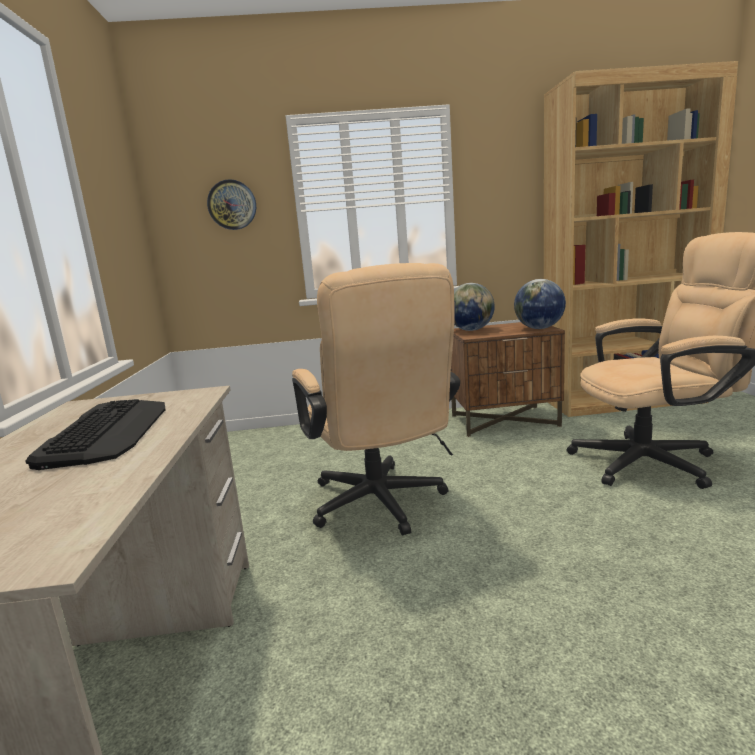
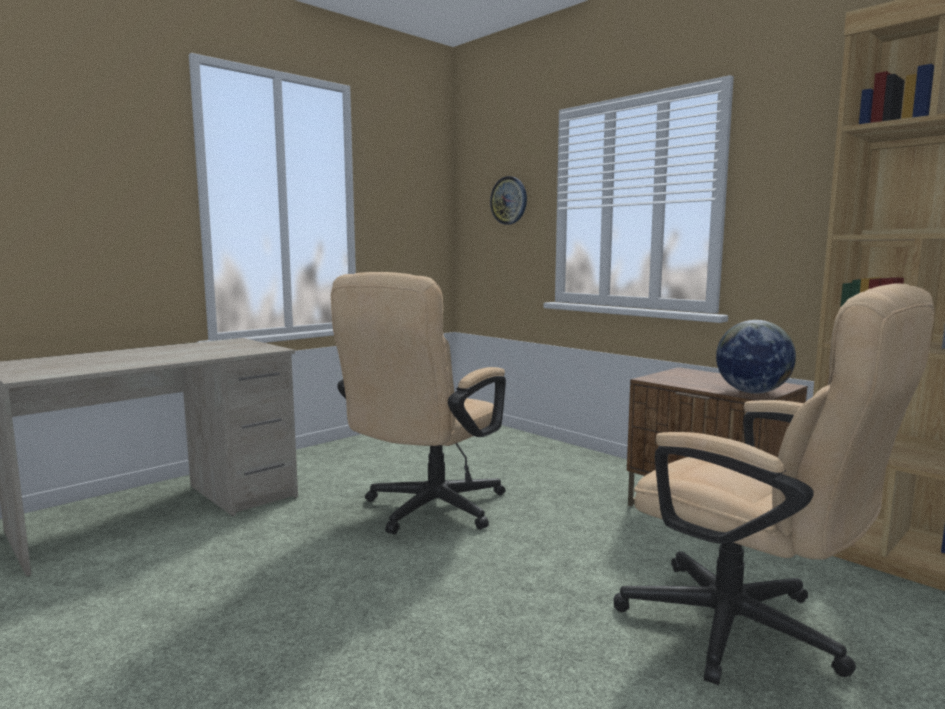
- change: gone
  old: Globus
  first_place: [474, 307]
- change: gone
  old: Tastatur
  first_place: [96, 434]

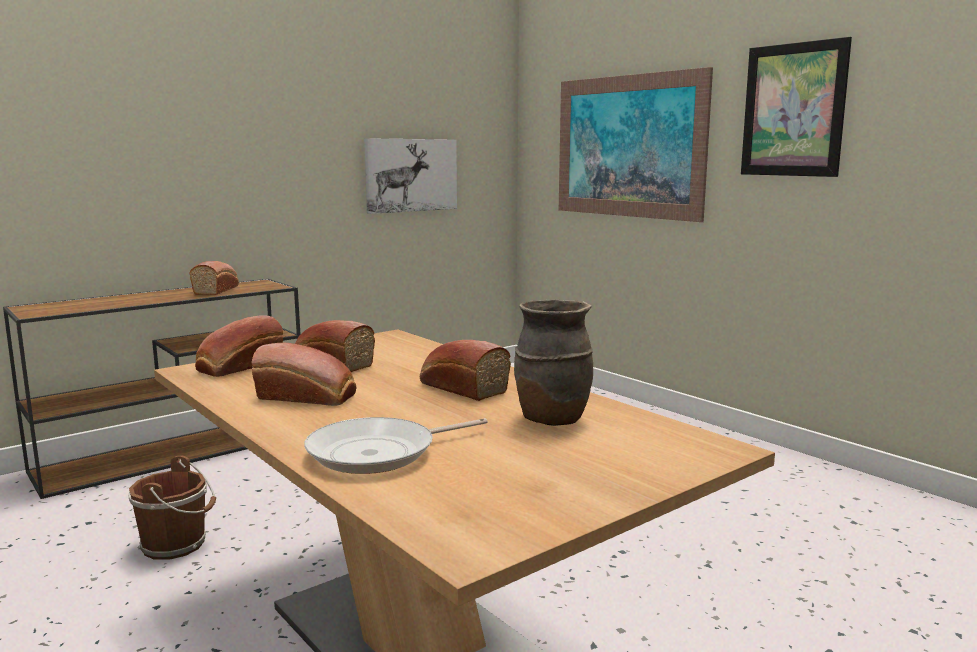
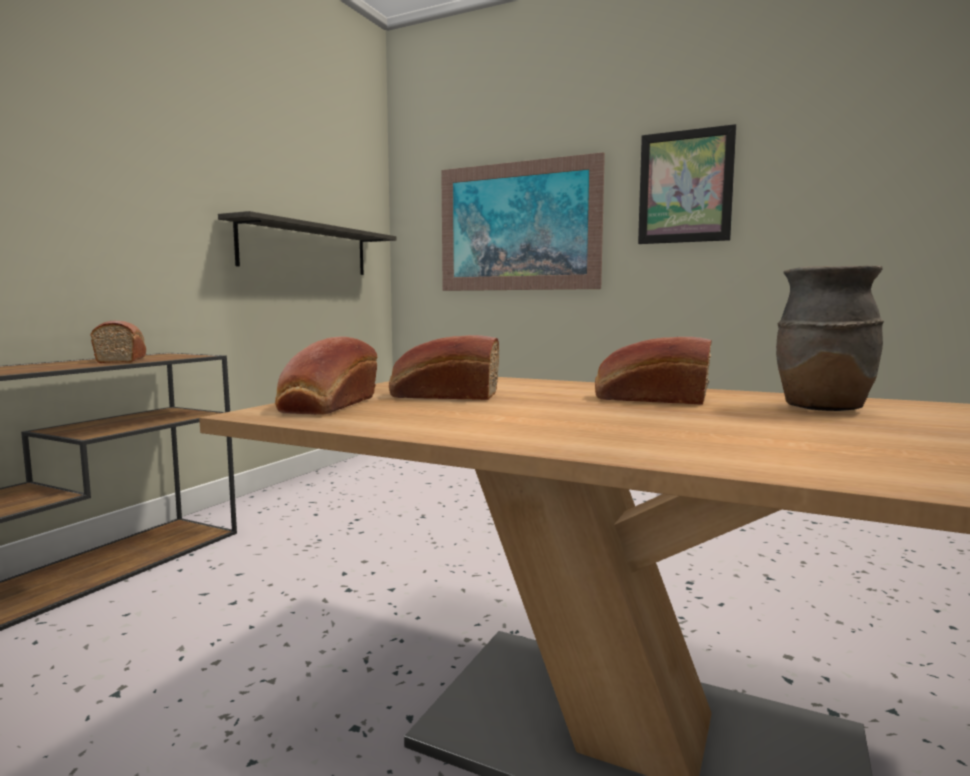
- change: swapped
  old: Bild
  new: Wandregal
  first_place: [410, 176]
  second_place: [307, 243]
- change: gone
  old: Brot
  first_place: [303, 374]
- change: gone
  old: Pfanne
  first_place: [396, 445]
- change: gone
  old: Eimer/braun
  first_place: [172, 507]

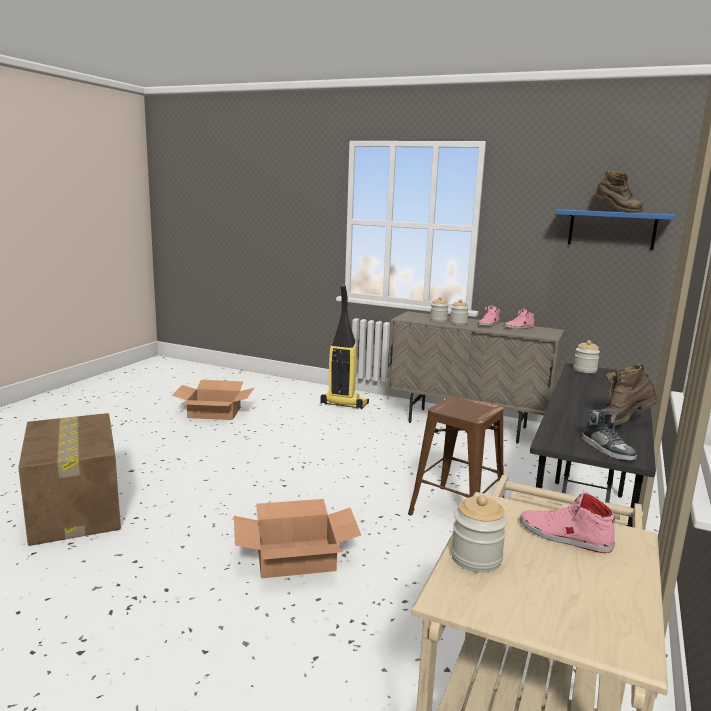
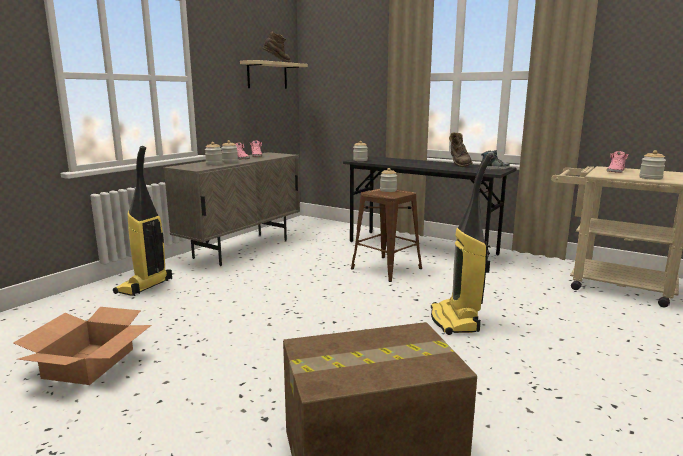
- change: repainted
  old: Wandregal/blau
  new: Wandregal/beige
  first_place: [615, 229]
  second_place: [274, 74]
- change: swapped
  old: Karton
  new: Staubsauger
  first_place: [297, 538]
  second_place: [461, 245]
- change: new
  new: Vorratsglas
  second_place: [388, 180]

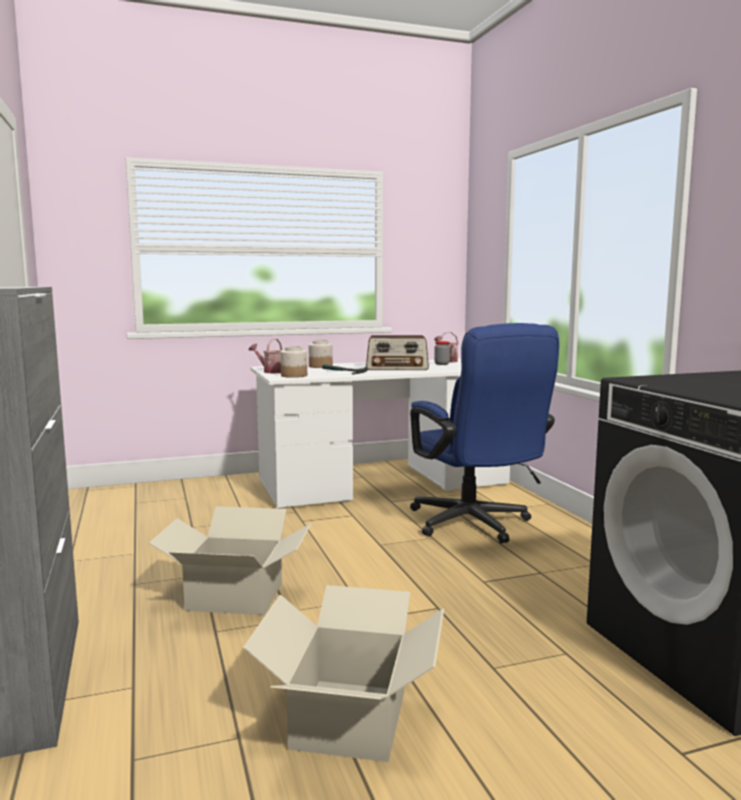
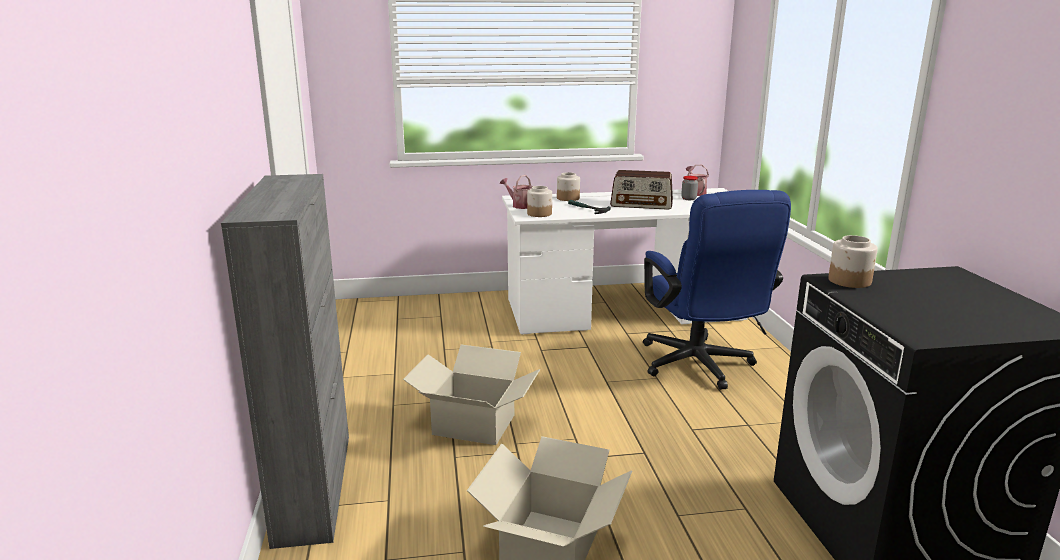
- change: new
  new: Vorratsglas
  second_place: [853, 261]

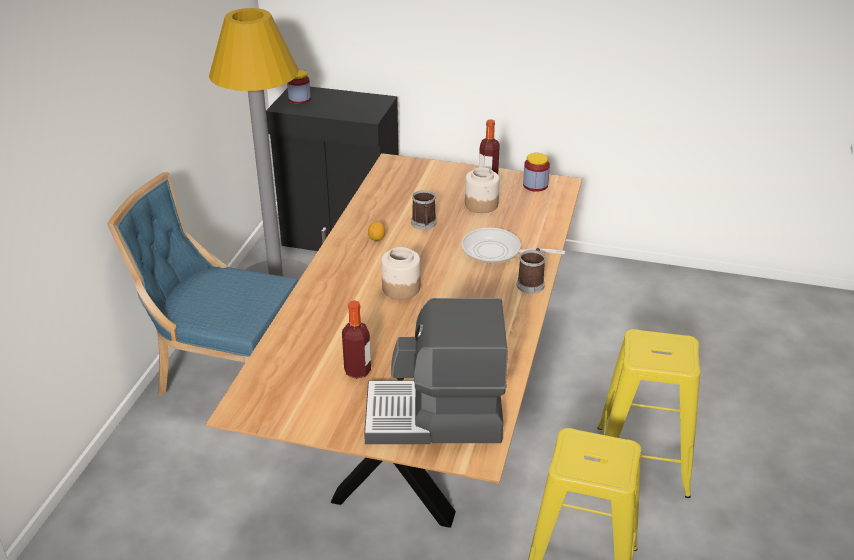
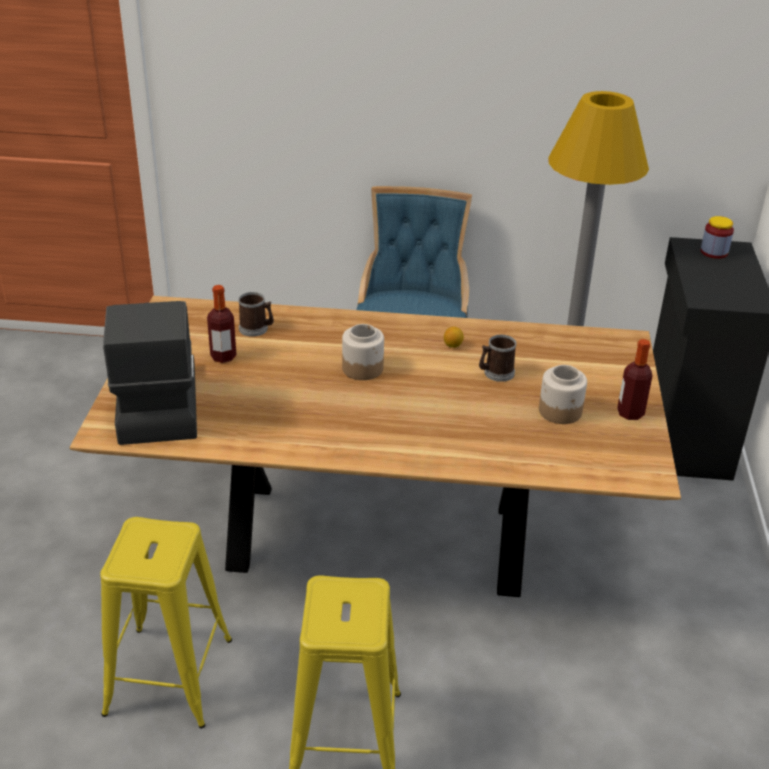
- change: gone
  old: Vorratsglas
  first_place: [536, 172]
- change: gone
  old: Pfanne
  first_place: [513, 246]
- change: shifted
  old: Henkelbecher
  first_place: [531, 271]
  second_place: [256, 314]

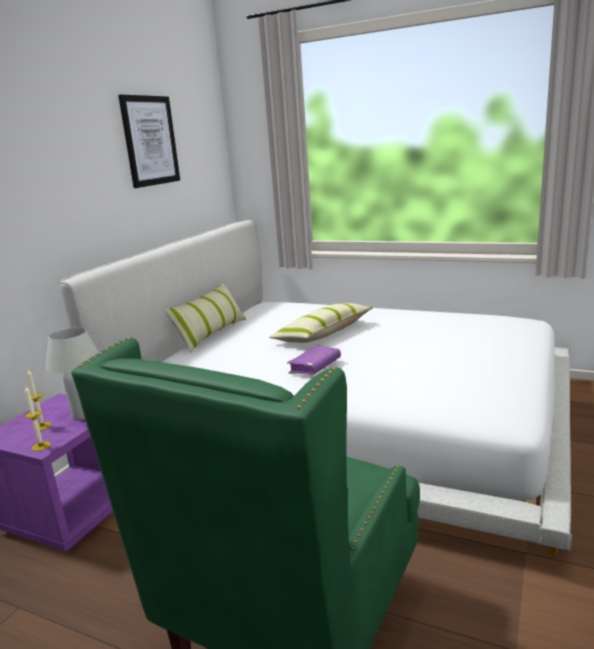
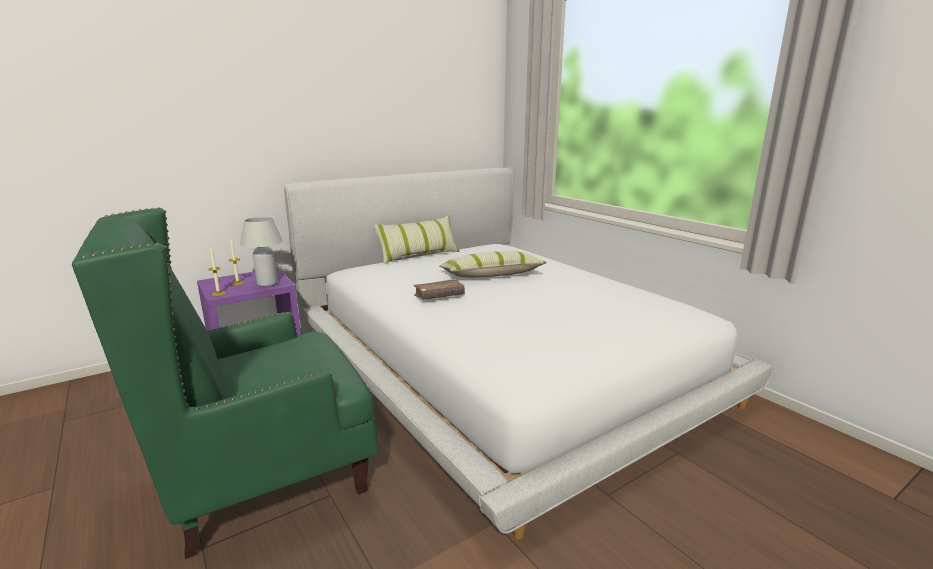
- change: gone
  old: Bild
  first_place: [149, 141]
- change: repainted
  old: Buch/lila
  new: Buch/braun
  first_place: [314, 360]
  second_place: [439, 289]

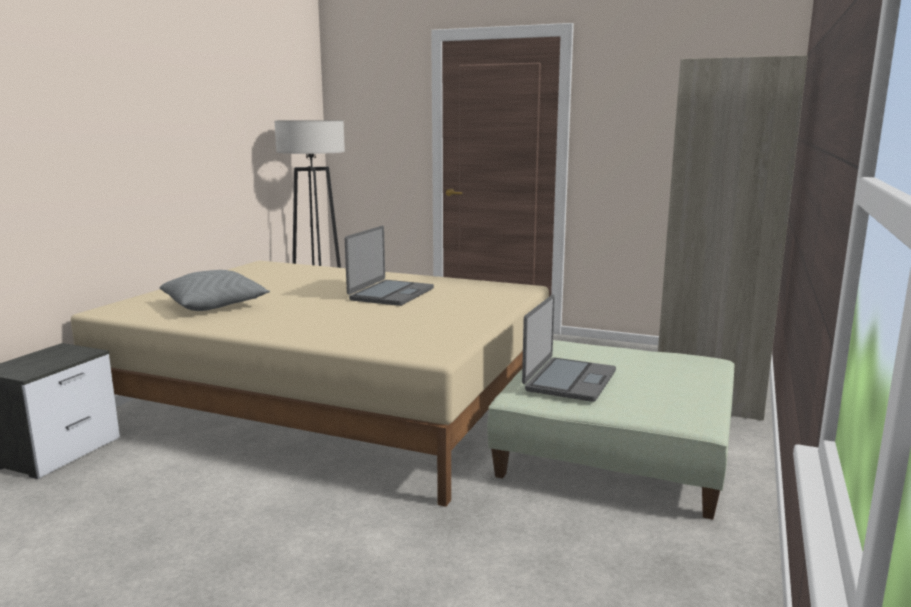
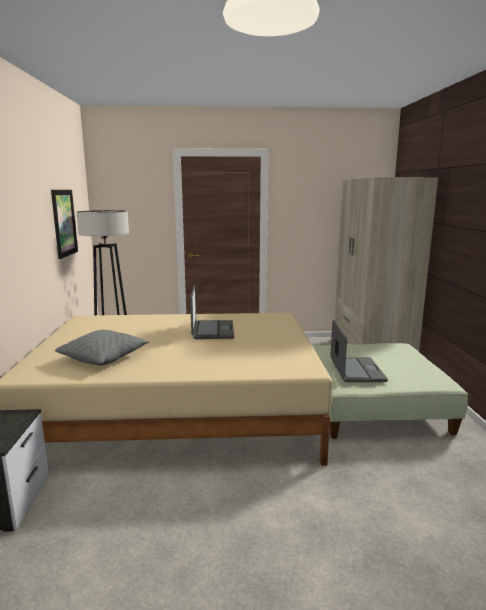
- change: new
  new: Bild
  second_place: [64, 224]

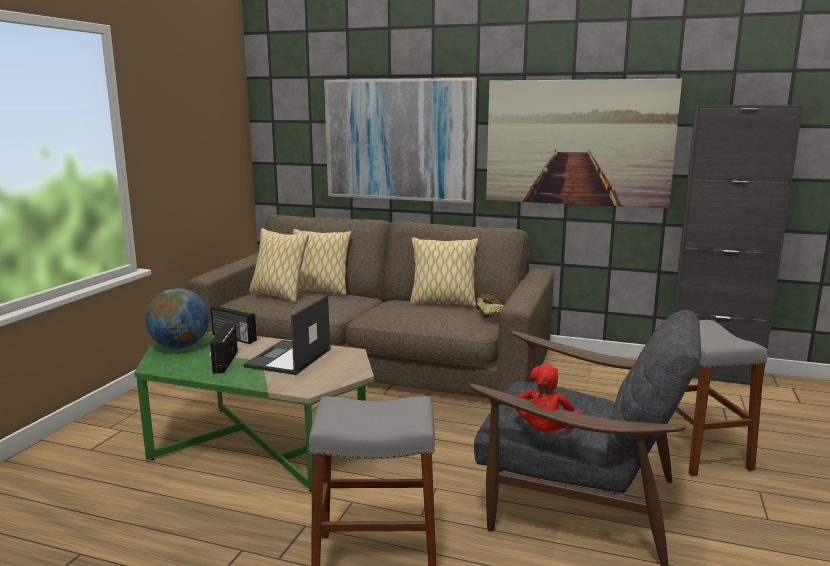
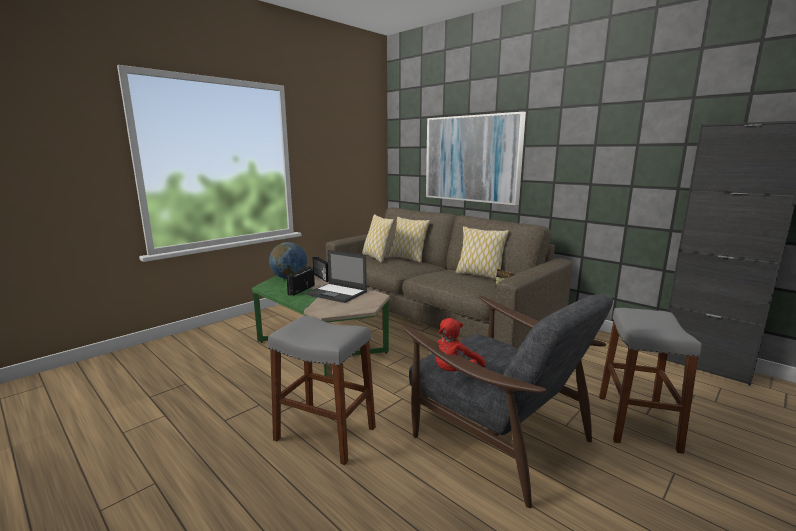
- change: gone
  old: Bild
  first_place: [584, 144]
- change: rotated
  old: Laptop
  first_place: [287, 335]
  second_place: [336, 276]
  degrees: -105

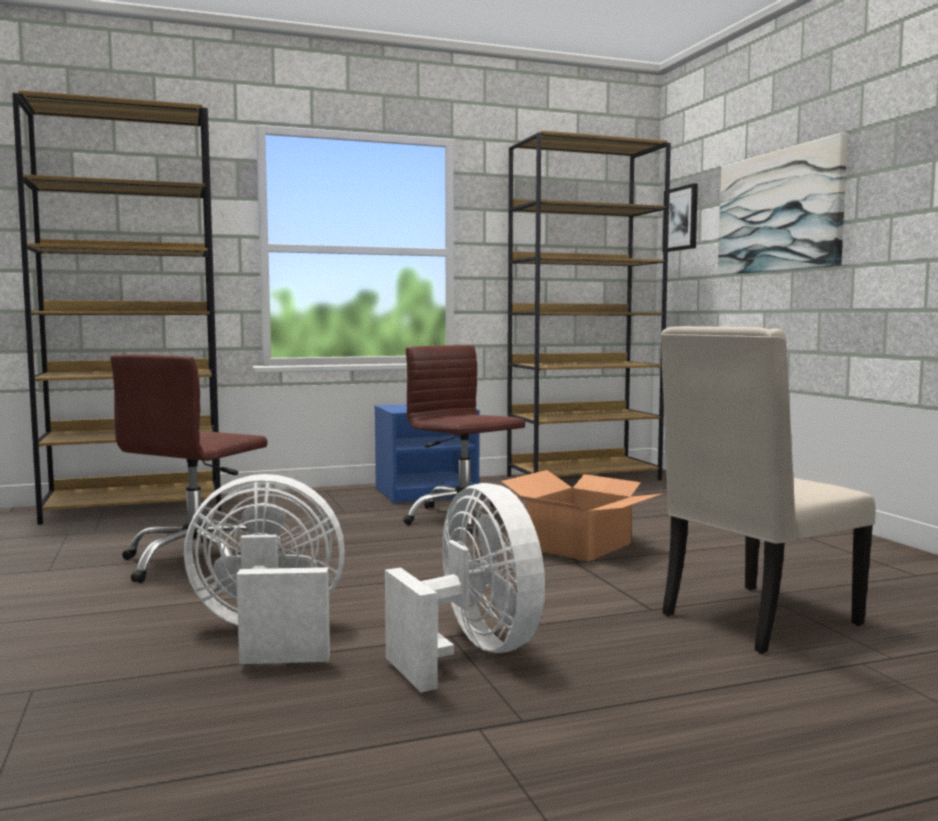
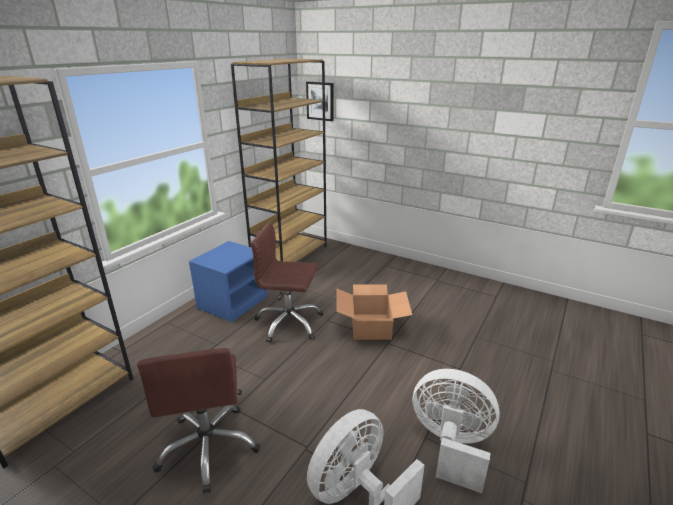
- change: gone
  old: Bild
  first_place: [783, 203]
- change: gone
  old: Stuhl/beige
  first_place: [767, 490]

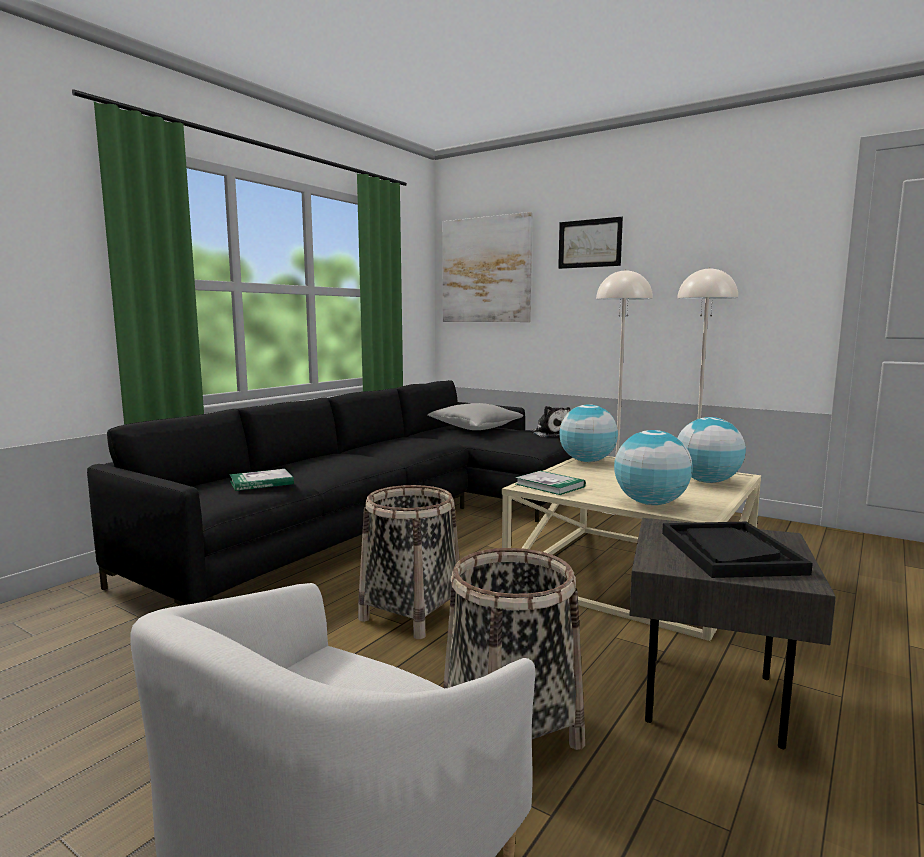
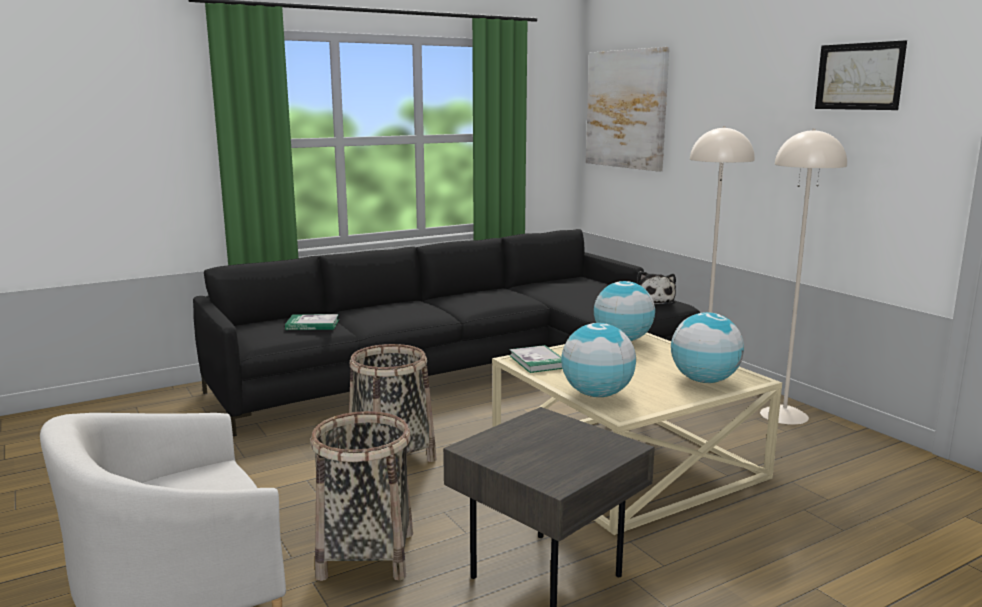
- change: shifted
  old: Bild
  first_place: [590, 243]
  second_place: [861, 75]
- change: gone
  old: Kissen/grau
  first_place: [475, 416]
- change: gone
  old: Tablett/schwarz
  first_place: [737, 550]

